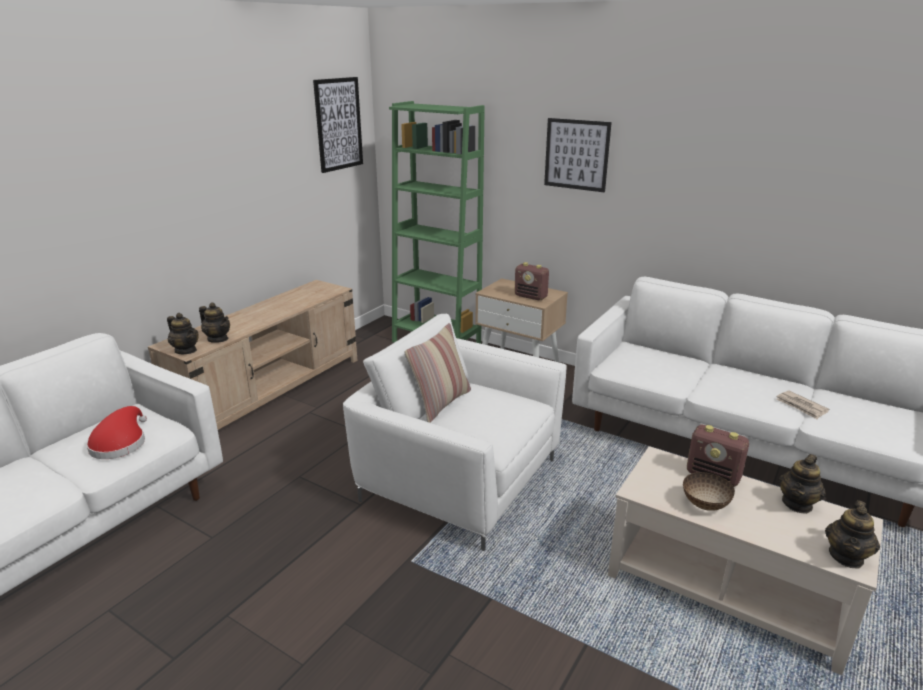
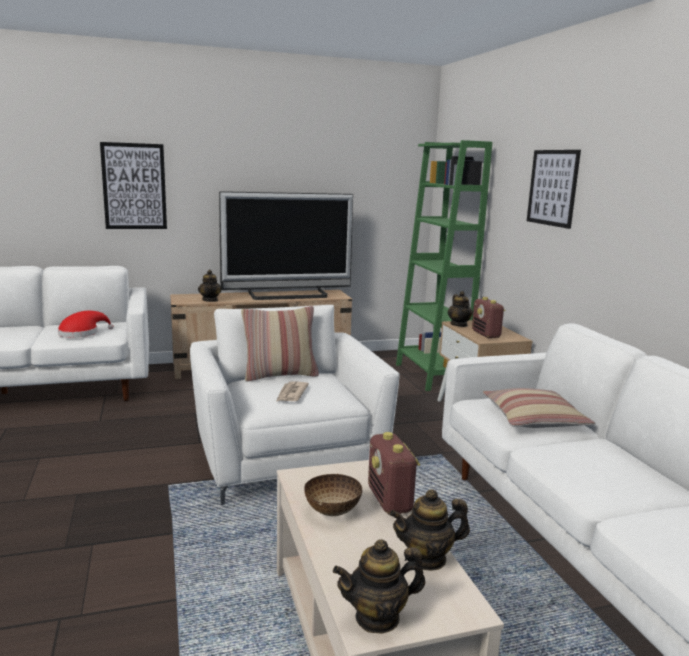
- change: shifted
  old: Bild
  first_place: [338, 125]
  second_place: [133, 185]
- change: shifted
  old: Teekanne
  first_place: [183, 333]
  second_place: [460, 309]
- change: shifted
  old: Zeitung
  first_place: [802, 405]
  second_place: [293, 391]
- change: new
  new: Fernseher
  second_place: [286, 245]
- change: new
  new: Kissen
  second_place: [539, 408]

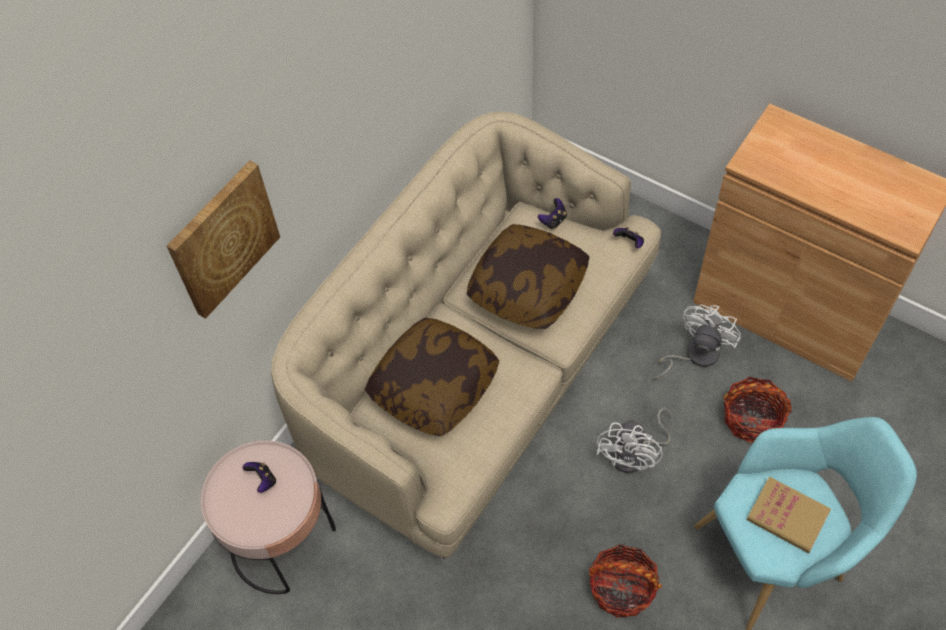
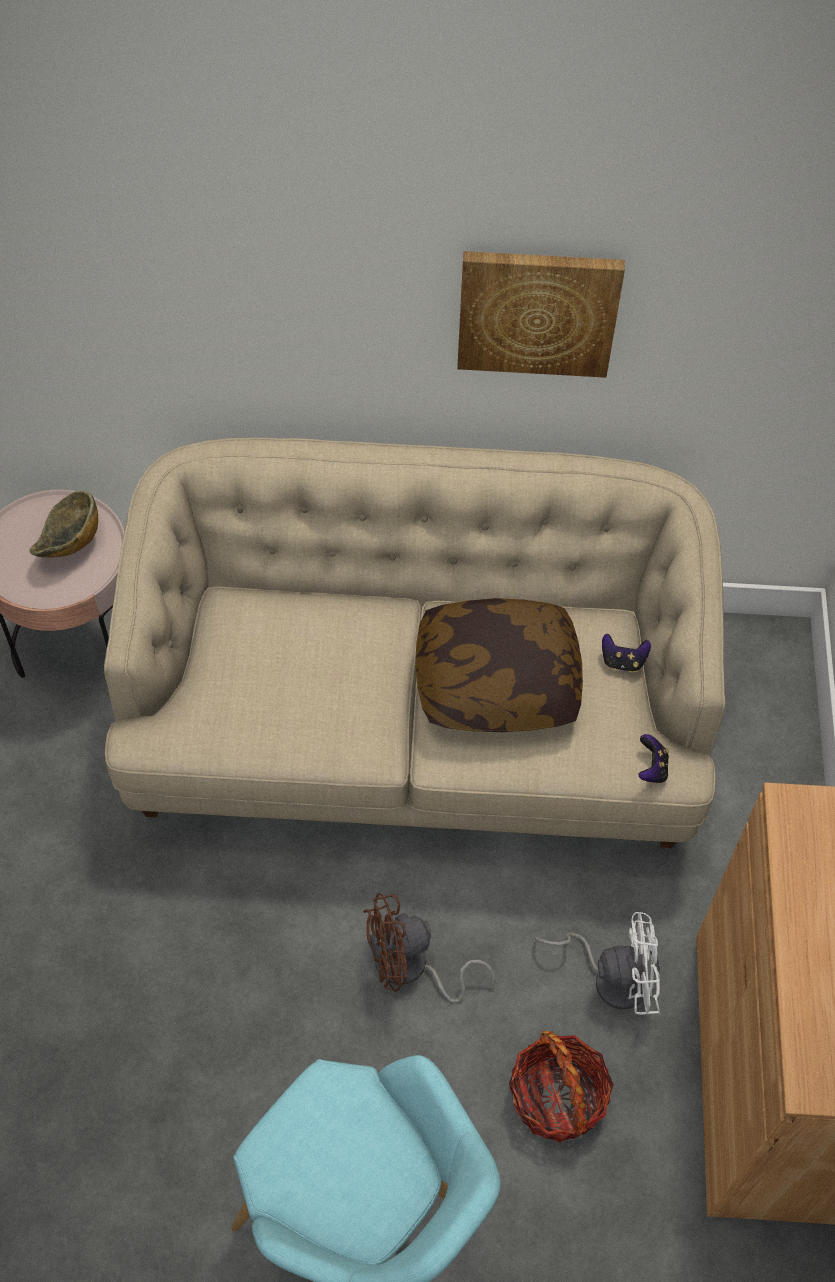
- change: shifted
  old: Bild
  first_place: [223, 240]
  second_place: [541, 314]
- change: gone
  old: Kissen
  first_place: [432, 377]
- change: repainted
  old: Ventilator/weiß
  new: Ventilator/braun
  first_place: [634, 440]
  second_place: [429, 948]
- change: swapped
  old: Gamepad
  new: Schüssel
  first_place: [259, 477]
  second_place: [63, 524]
- change: gone
  old: Buch
  first_place: [788, 515]
- change: gone
  old: Korb
  first_place: [625, 581]

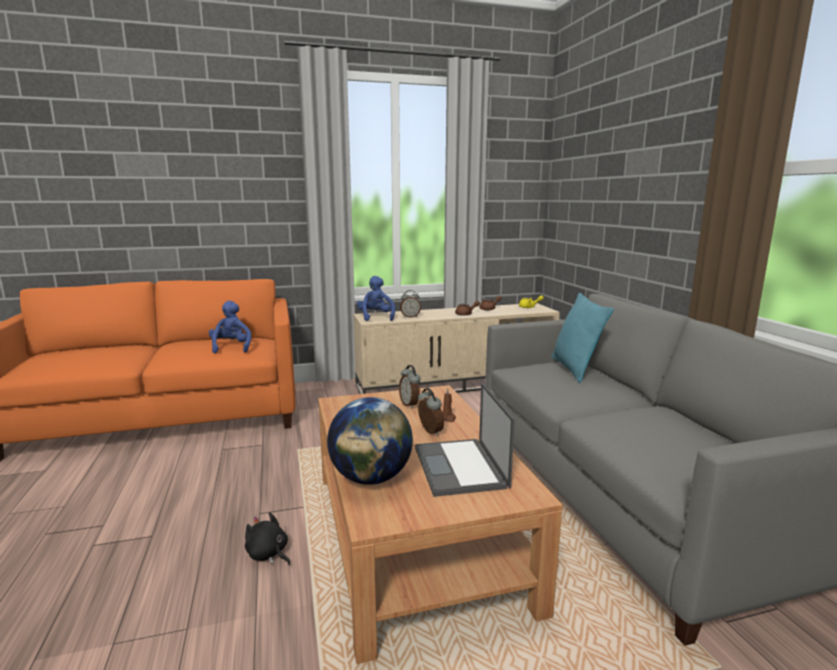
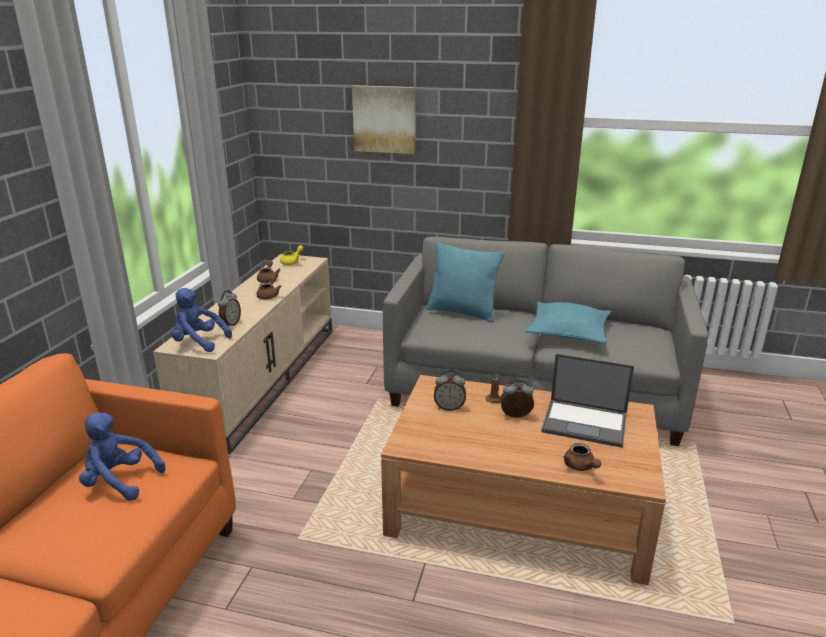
- change: swapped
  old: Globus
  new: Teekanne/braun
  first_place: [370, 441]
  second_place: [582, 457]
- change: gone
  old: Plüschtier/schwarz
  first_place: [267, 538]
- change: new
  new: Bild
  second_place: [383, 119]
- change: new
  new: Kissen/türkis
  second_place: [568, 323]

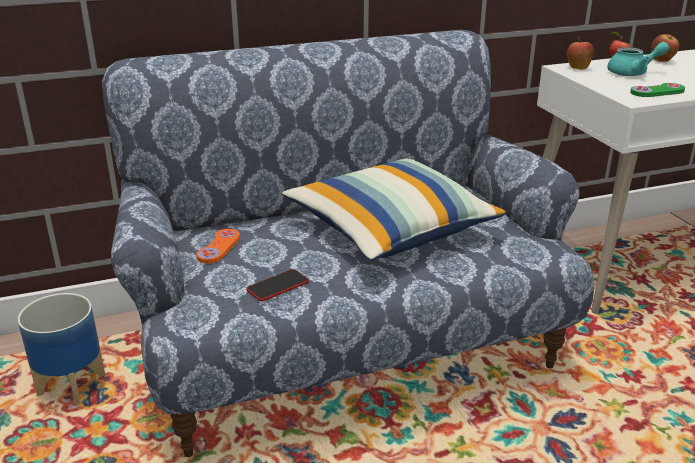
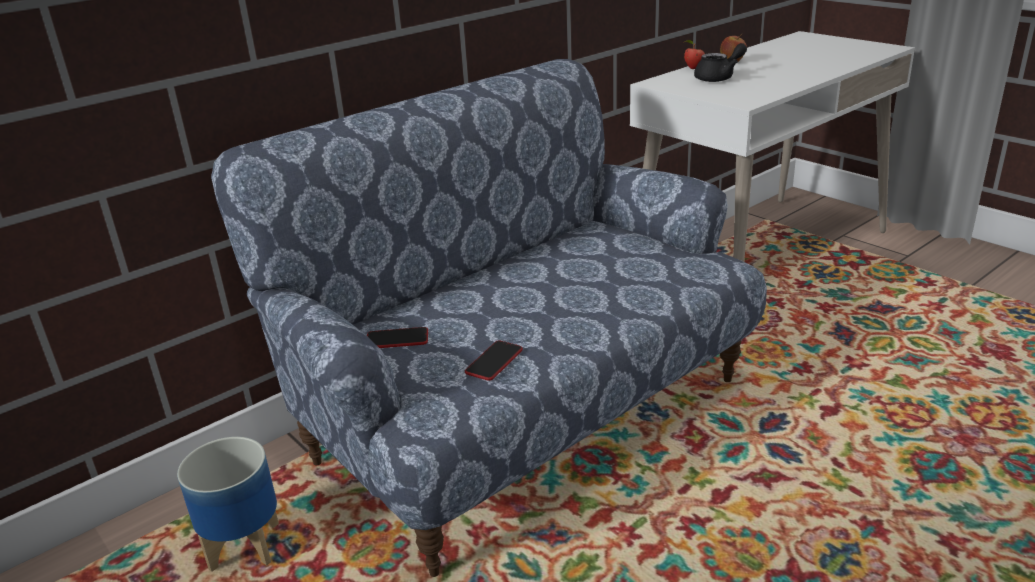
- change: gone
  old: Apfel
  first_place: [580, 53]
- change: repainted
  old: Teekanne/türkis
  new: Teekanne/schwarz
  first_place: [638, 59]
  second_place: [720, 62]
- change: gone
  old: Gamepad/grün
  first_place: [657, 90]
- change: gone
  old: Kissen
  first_place: [394, 209]
- change: swapped
  old: Gamepad/orange
  new: Handy
  first_place: [218, 246]
  second_place: [397, 337]

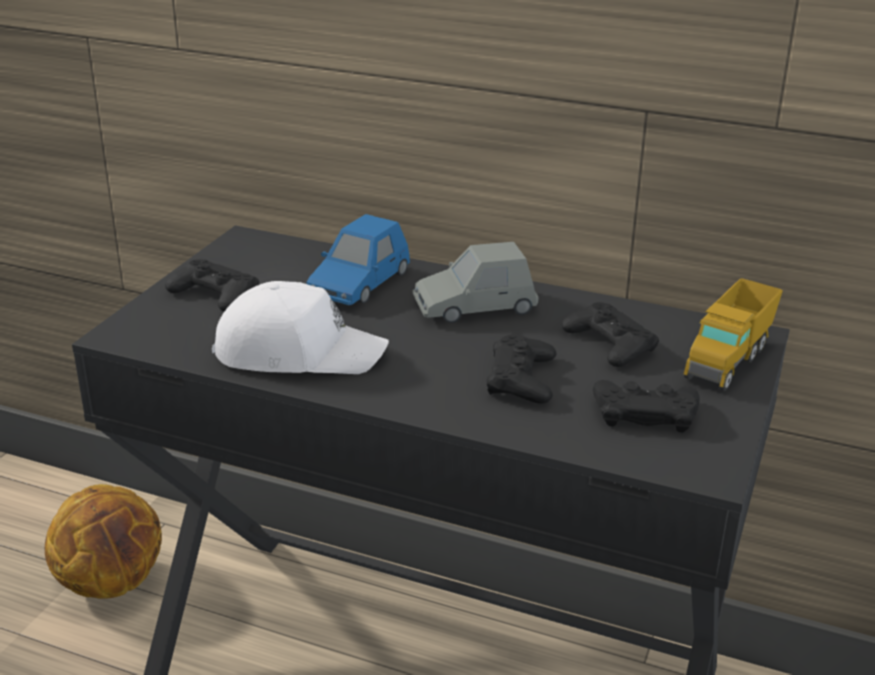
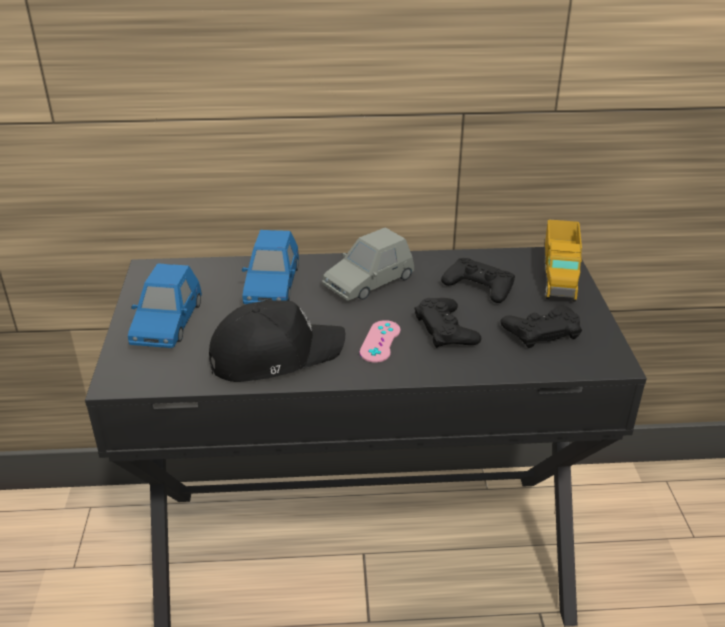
- change: swapped
  old: Gamepad/schwarz
  new: Spielzeugauto/blau
  first_place: [212, 285]
  second_place: [165, 305]
- change: repainted
  old: Kappe/weiß
  new: Kappe/schwarz
  first_place: [300, 327]
  second_place: [277, 341]
- change: gone
  old: Basketball
  first_place: [103, 541]
- change: new
  new: Gamepad/rosa
  second_place: [379, 341]

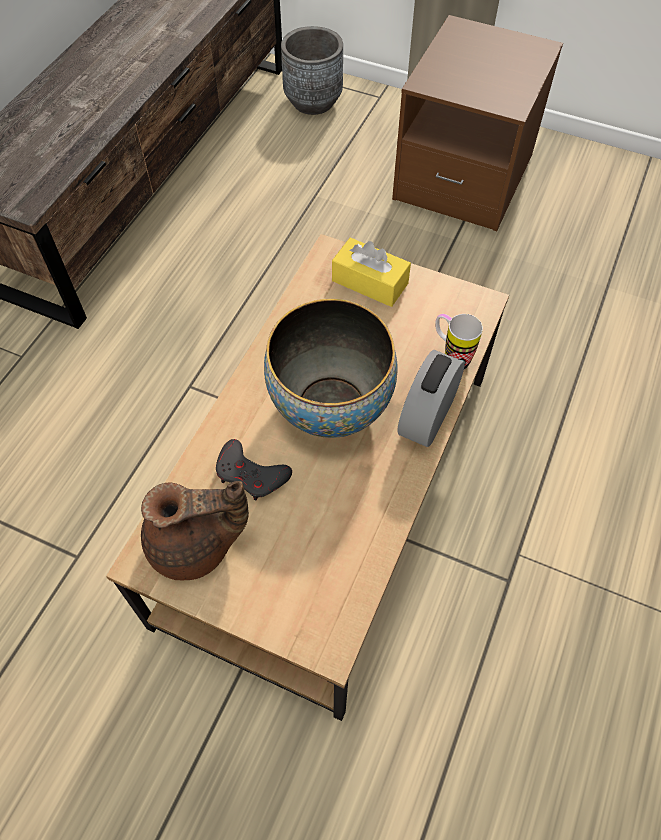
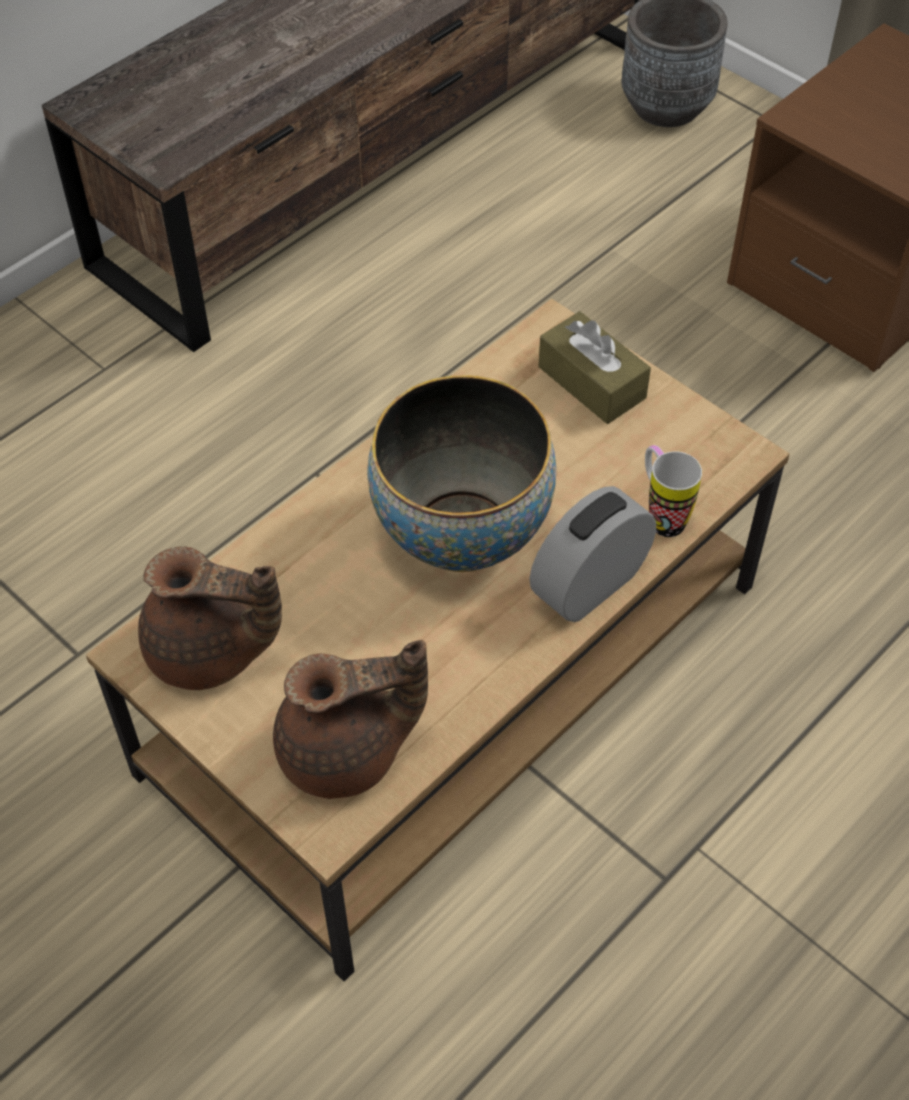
- change: repainted
  old: Taschentuchbox/gelb
  new: Taschentuchbox/braun
  first_place: [371, 272]
  second_place: [594, 367]
- change: gone
  old: Gamepad/grau
  first_place: [254, 469]
- change: new
  new: Teekanne/braun
  second_place: [350, 719]

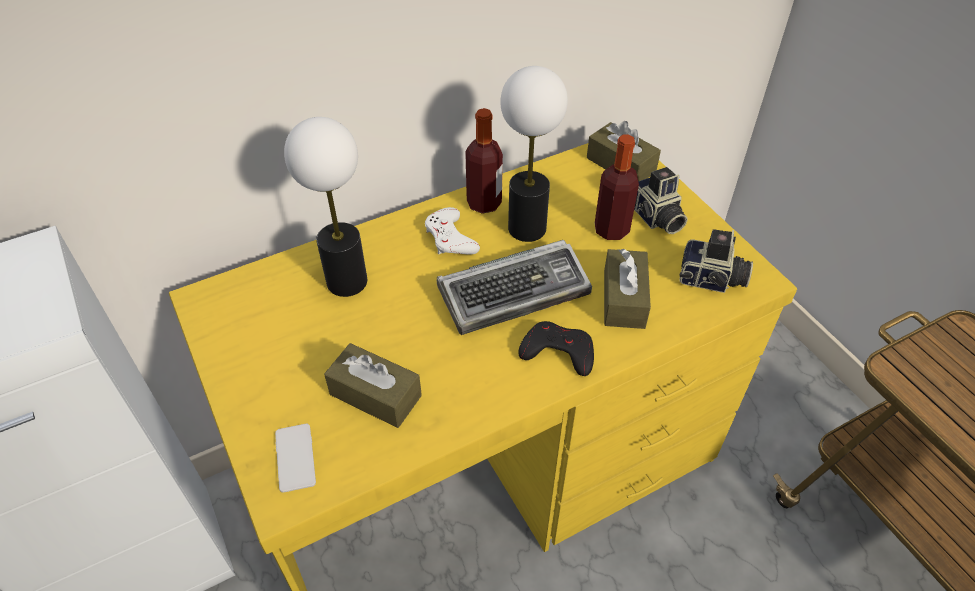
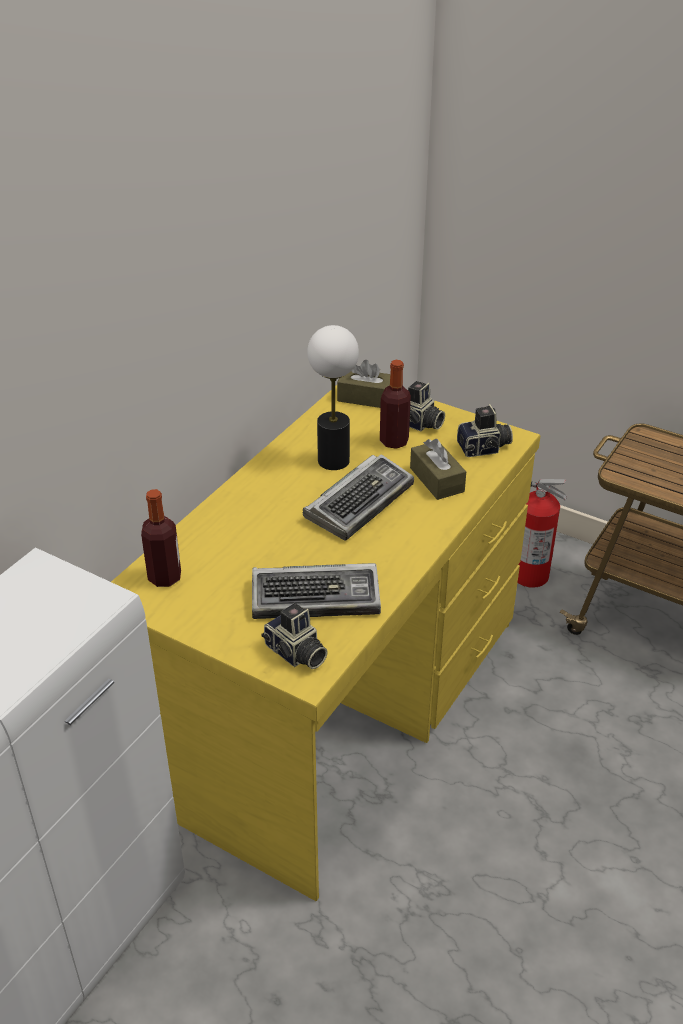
- change: shifted
  old: Flasche
  first_place: [484, 161]
  second_place: [161, 538]
- change: gone
  old: Tischlampe
  first_place: [325, 207]
- change: gone
  old: Gamepad/weiß
  first_place: [452, 231]
- change: gone
  old: Gamepad/schwarz
  first_place: [556, 348]
- change: swapped
  old: Taschentuchbox/braun
  new: Tastatur
  first_place: [373, 385]
  second_place: [316, 591]
- change: swapped
  old: Handy
  new: Kamera
  first_place: [295, 458]
  second_place: [294, 636]
- change: new
  new: Feuerlöscher
  second_place: [542, 533]

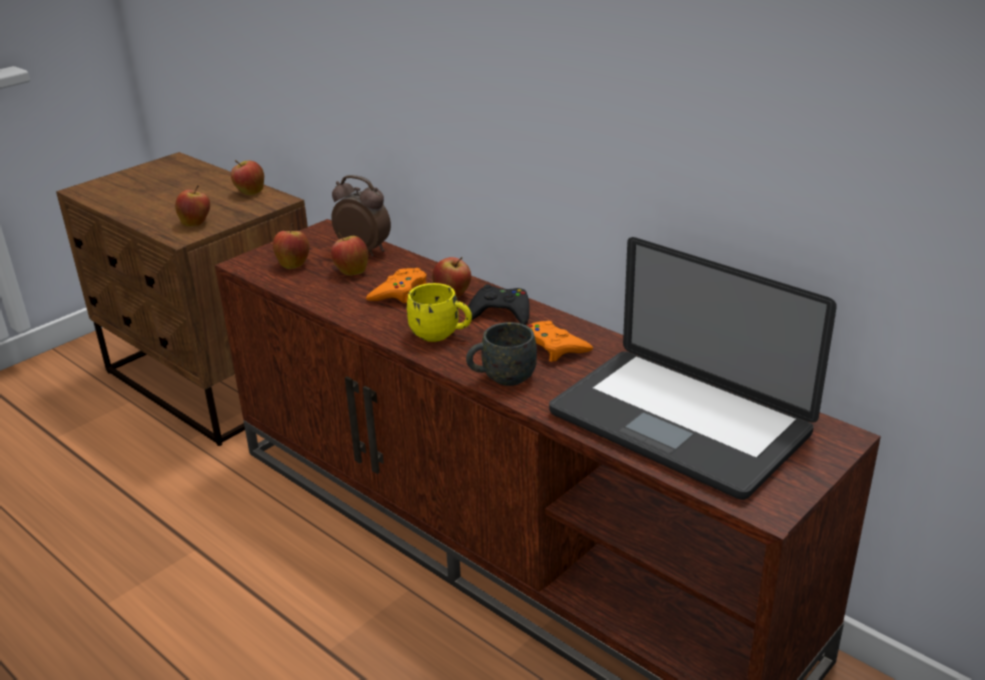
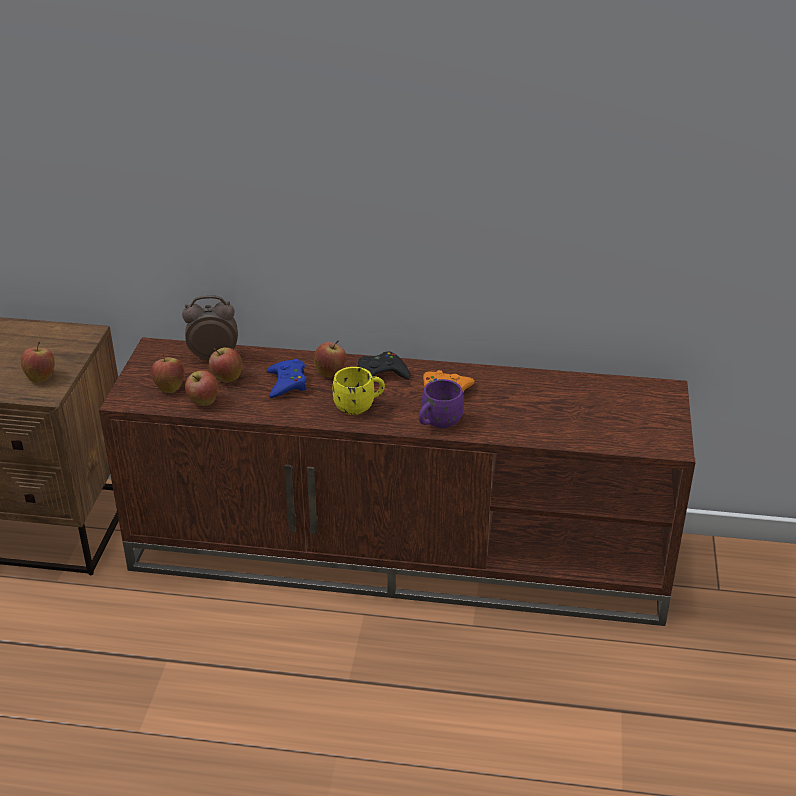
- change: shifted
  old: Apfel
  first_place: [247, 177]
  second_place: [201, 388]
- change: gone
  old: Laptop
  first_place: [693, 368]
- change: repainted
  old: Gamepad/orange
  new: Gamepad/blau
  first_place: [396, 285]
  second_place: [287, 378]
- change: repainted
  old: Henkelbecher/grau
  new: Henkelbecher/lila
  first_place: [501, 354]
  second_place: [441, 403]

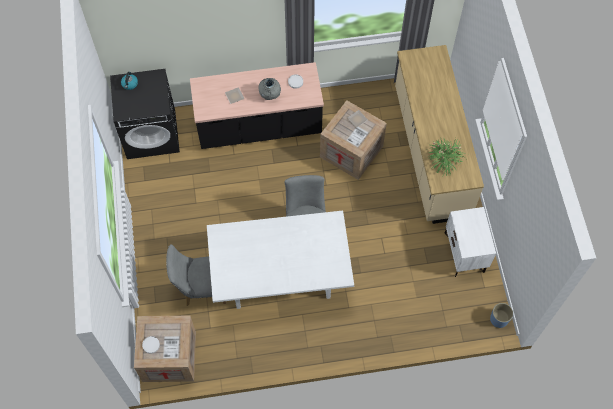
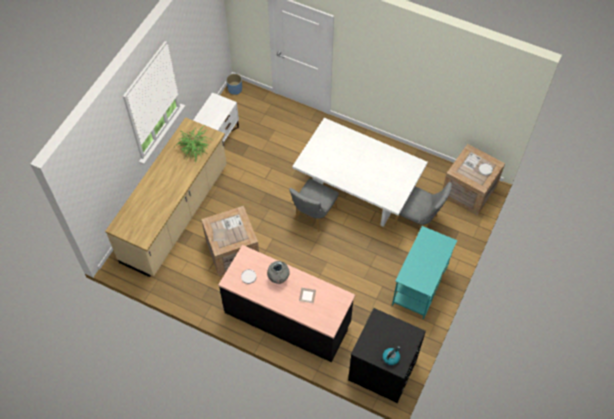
- change: new
  new: Schreibtisch/türkis
  second_place: [424, 272]

